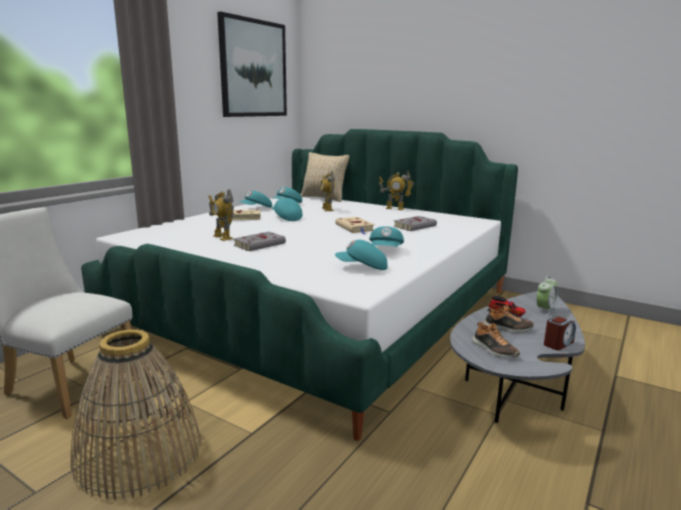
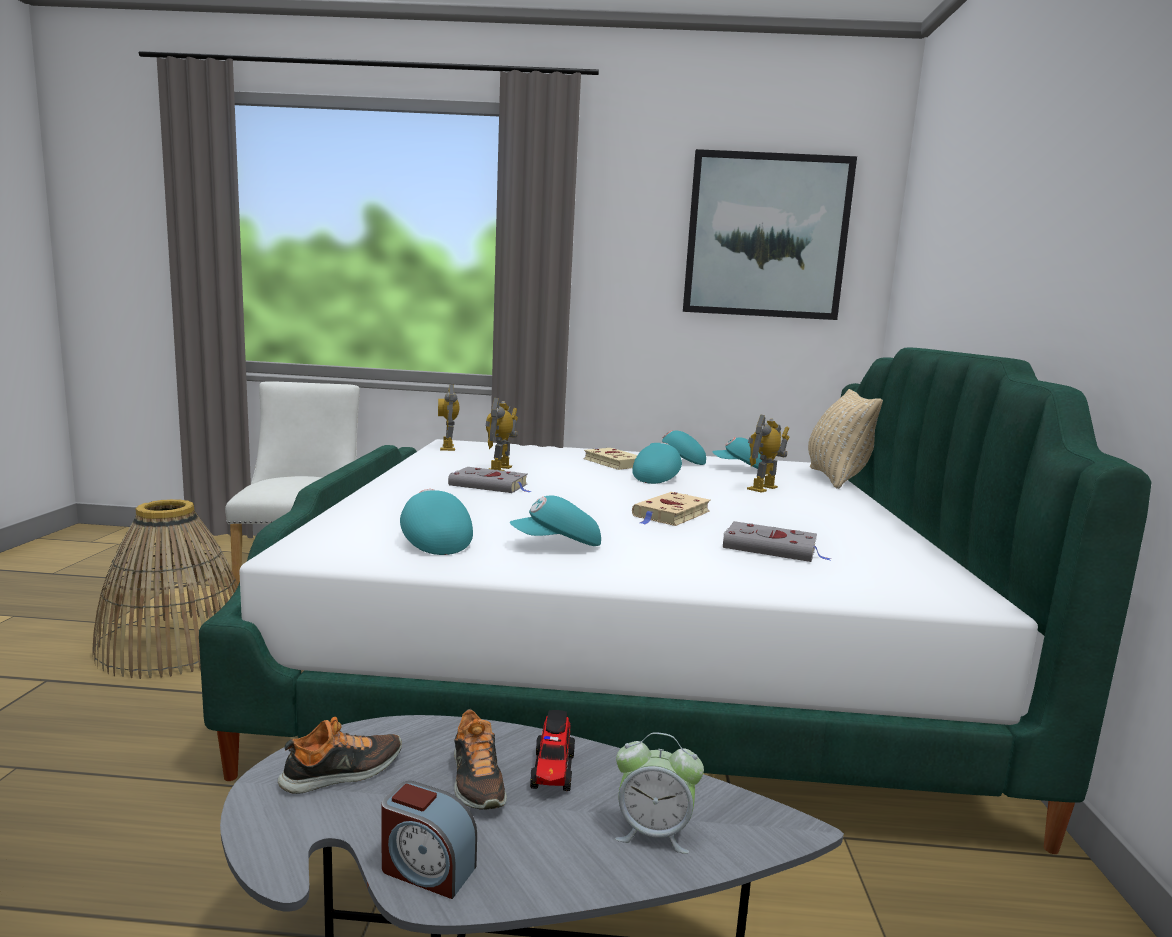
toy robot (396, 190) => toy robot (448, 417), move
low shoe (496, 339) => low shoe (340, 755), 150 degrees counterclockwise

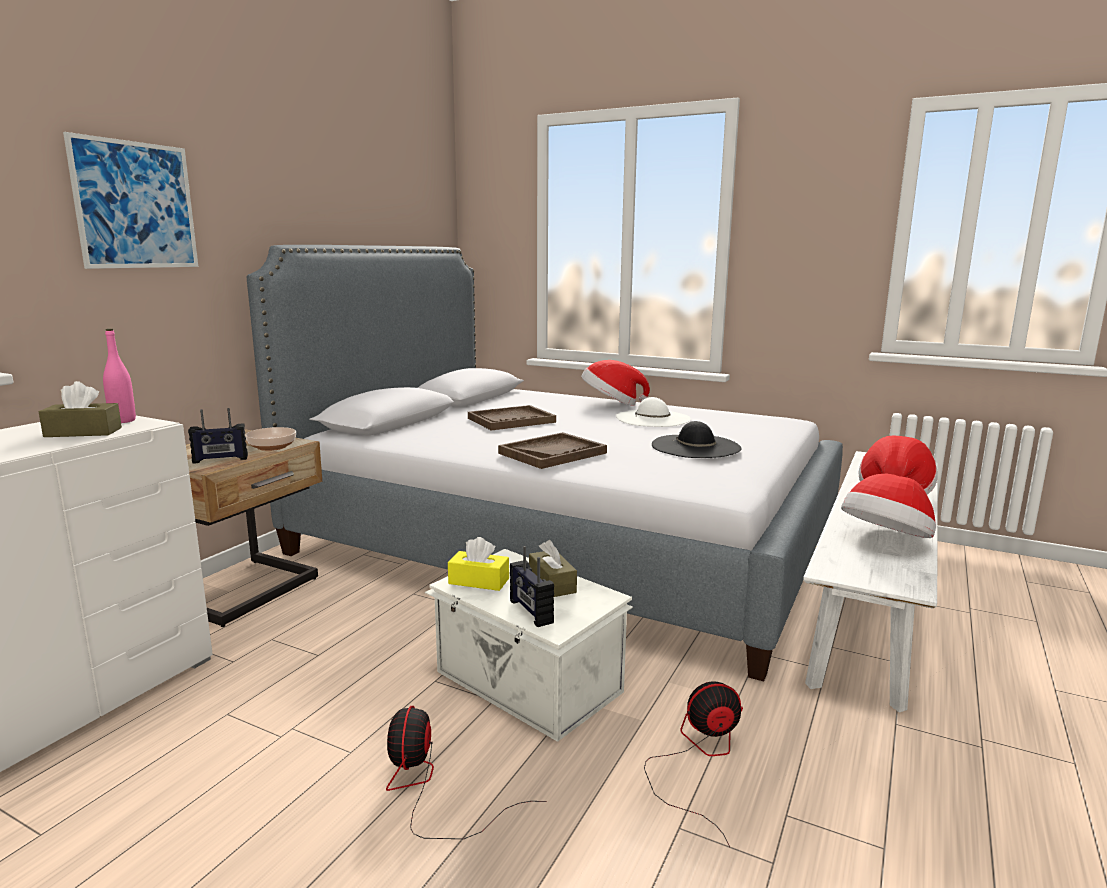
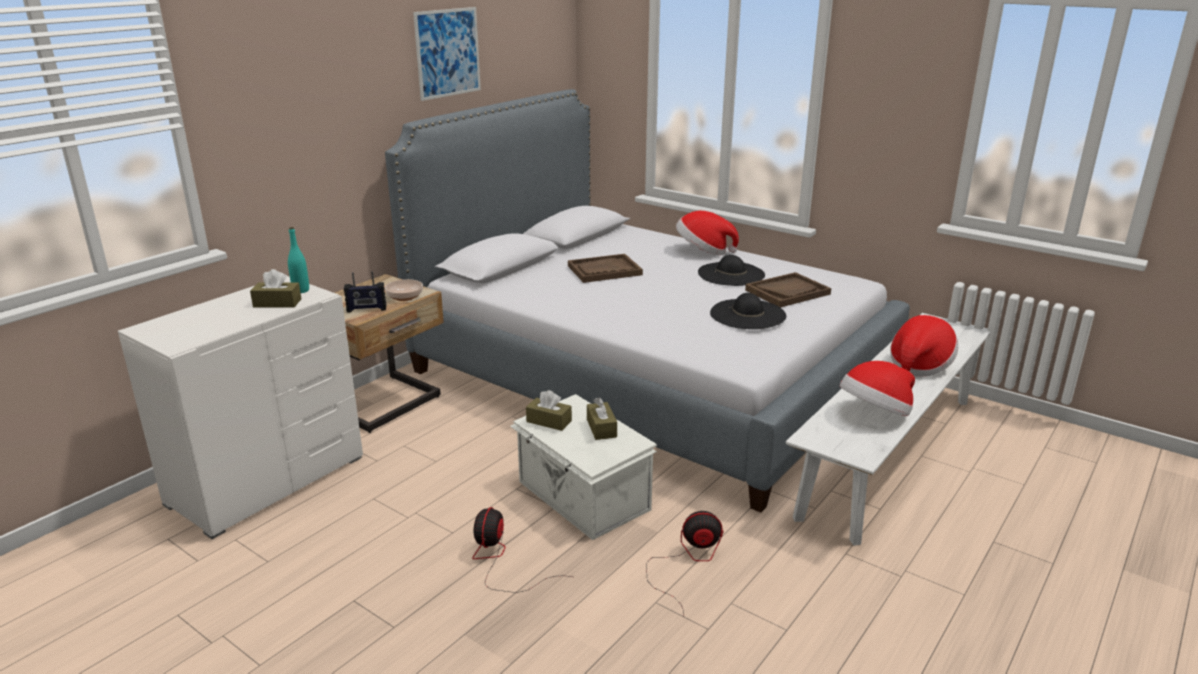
radio set (532, 586) => nothing
wall picture (130, 200) => wall picture (447, 54), move
serving tray (brown-coloured) (552, 450) => serving tray (brown-coloured) (788, 290), move
drink bottle (pink-coloured) (119, 376) => drink bottle (blue-green) (298, 260)
tissue box (yellow-coloured) (478, 564) => tissue box (brown-coloured) (549, 410)
hat (whitish) (653, 412) => hat (black) (731, 270)

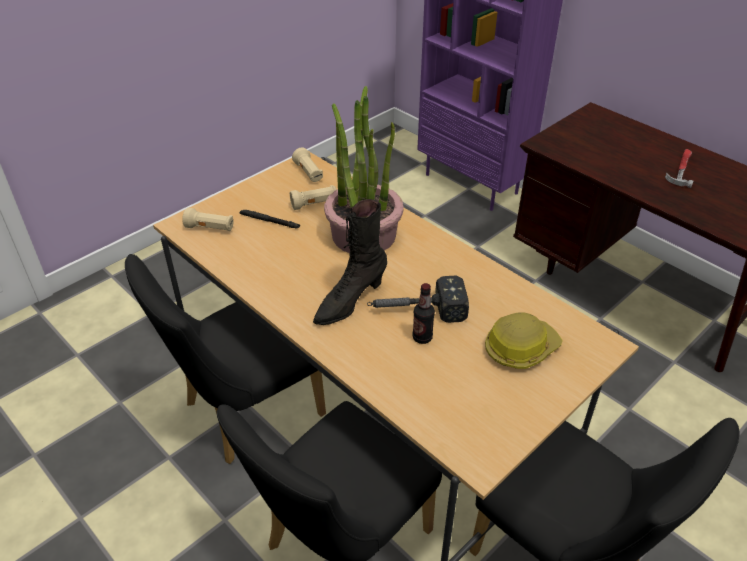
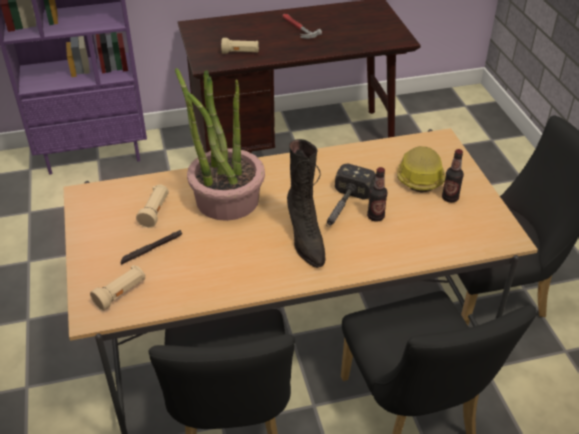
nothing => drink bottle (453, 176)
torch (beige) (307, 165) => torch (beige) (240, 46), move

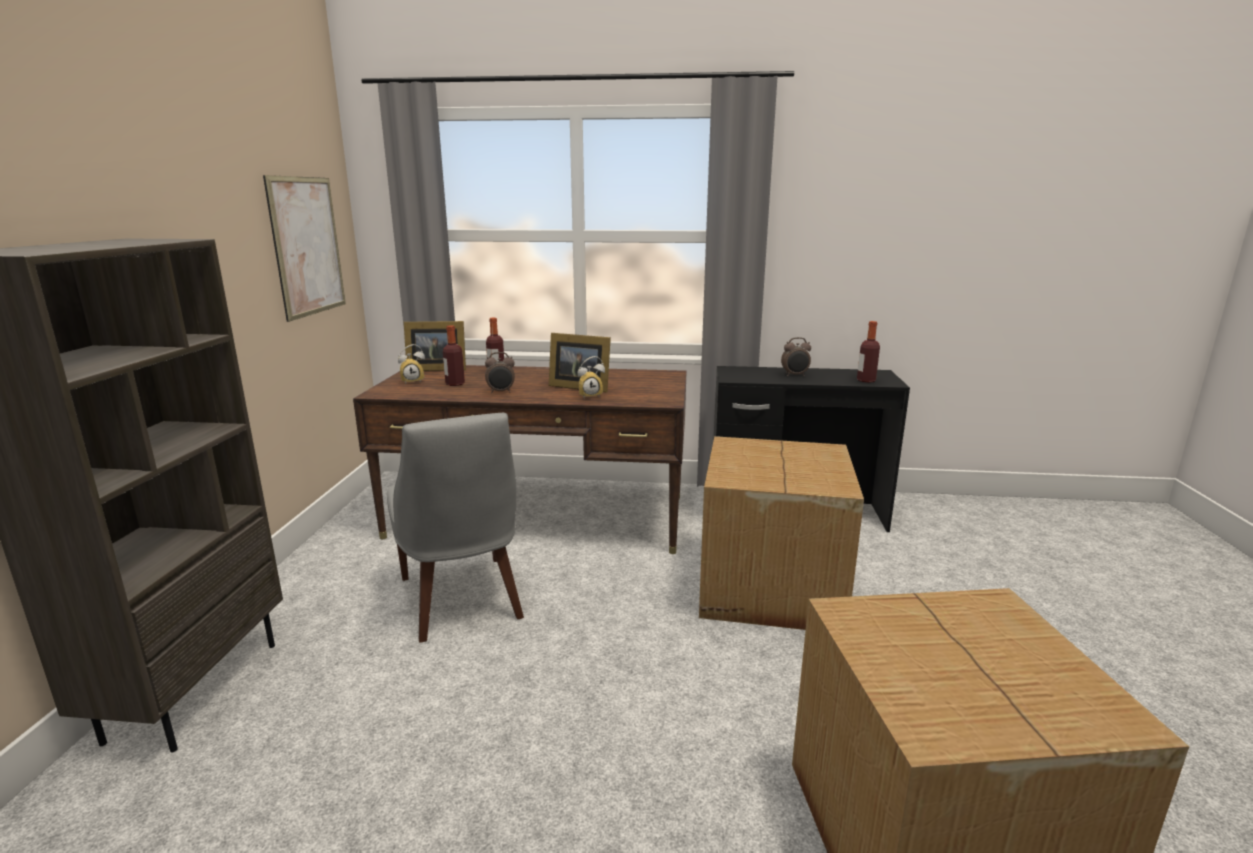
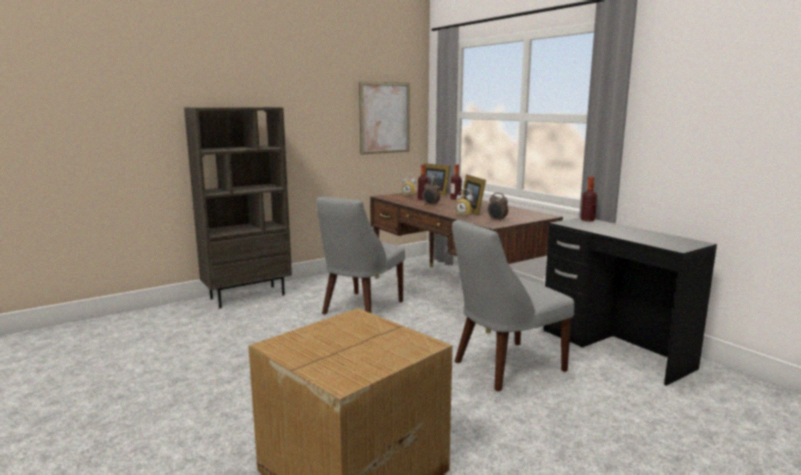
table clock (796, 356) => table clock (498, 207), move
drink bottle (868, 352) => drink bottle (589, 199), move
packing box (781, 533) => upright chair (greyish) (513, 306)

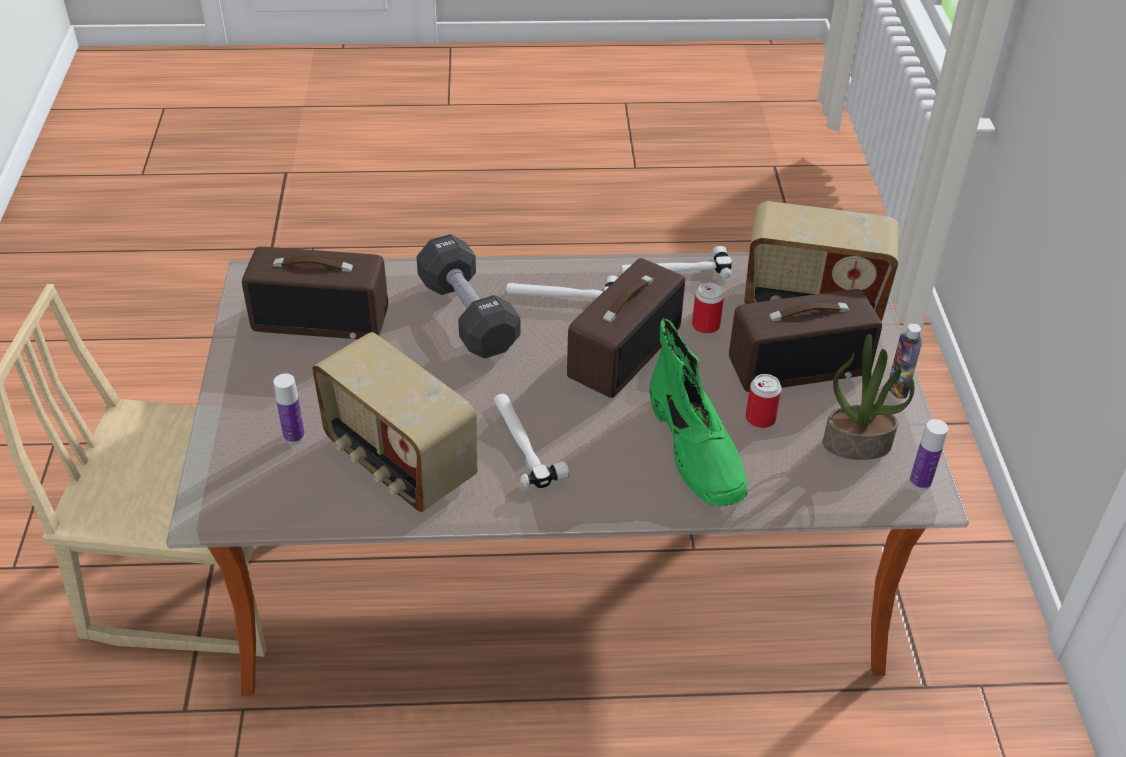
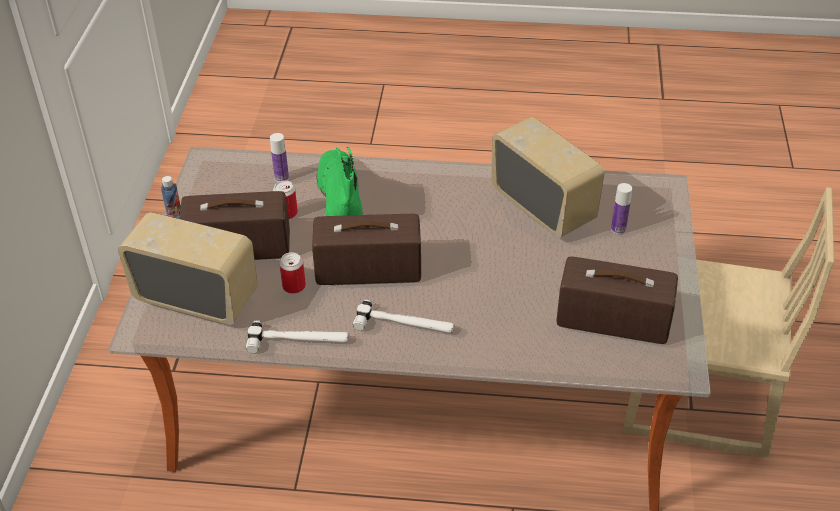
free weight (black) (468, 296) => nothing
tool hammer (531, 441) => nothing
plant in a pot (869, 397) => nothing
drink bottle (929, 454) => drink bottle (279, 157), move
radio set (626, 328) => radio set (366, 249), 45 degrees clockwise

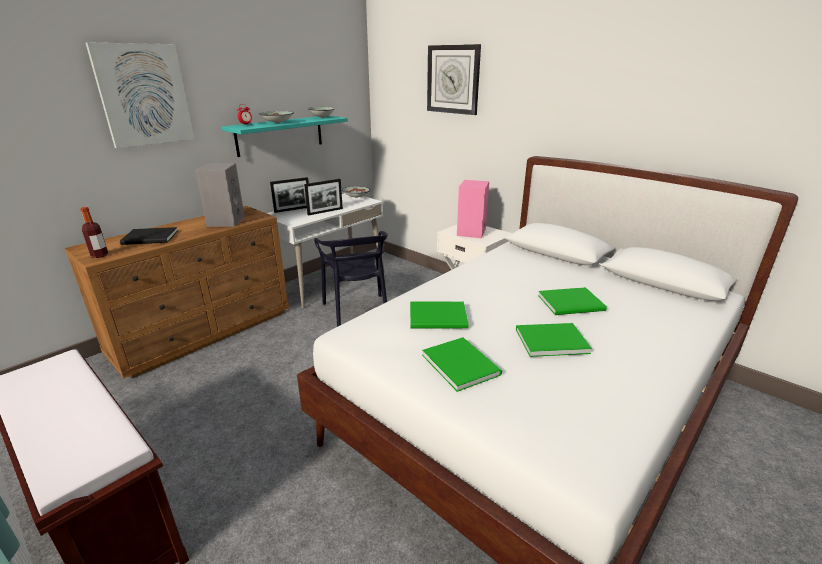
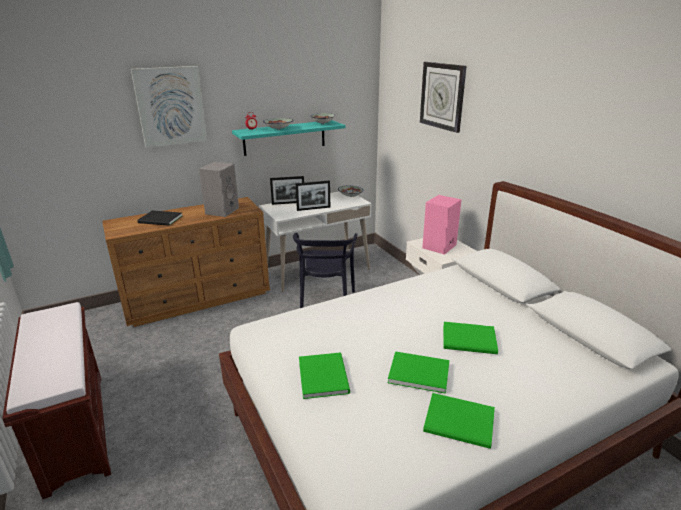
drink bottle (94, 232) => nothing
bound book (green-coloured) (439, 315) => bound book (green-coloured) (459, 421), move

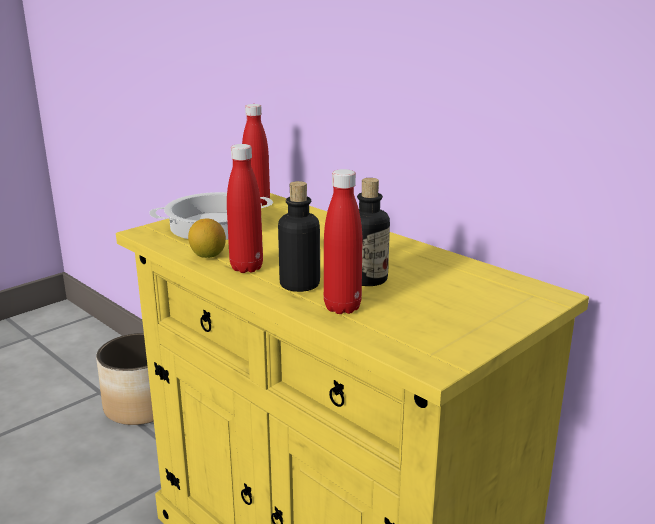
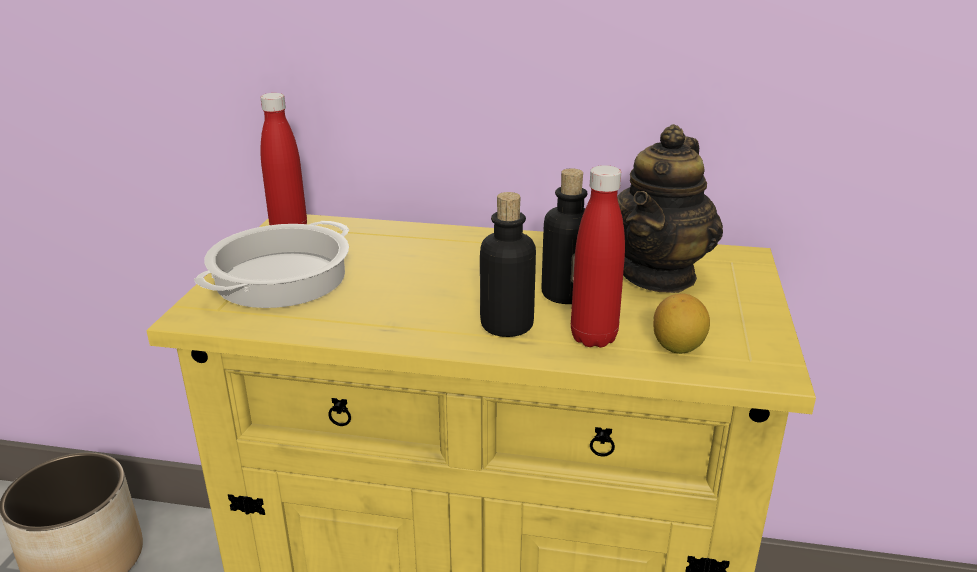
drink bottle (red-coloured) (245, 208) => nothing
nothing => tea pot (670, 208)
lemon (207, 238) => lemon (681, 323), move

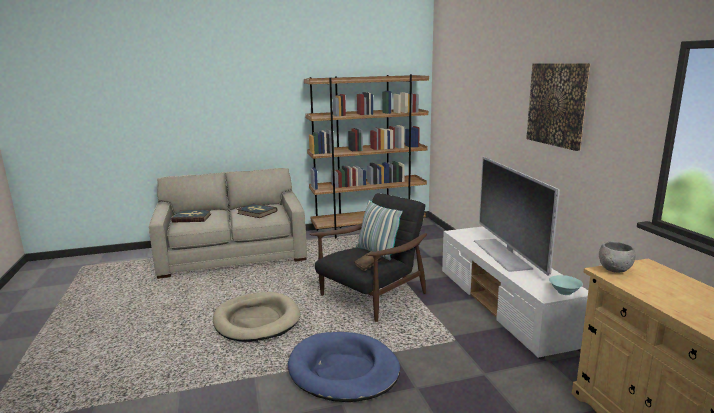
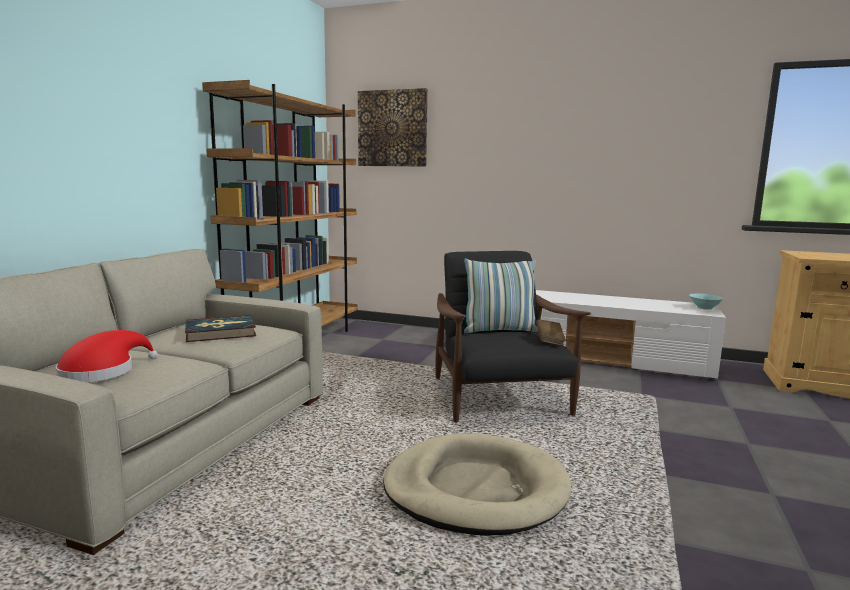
dog bed (blue-coloured) (344, 367) => nothing
television (517, 216) => nothing
deep dish (greyish) (617, 257) => nothing
wall picture (558, 107) => wall picture (393, 127), move
bound book (191, 216) => hat (red-coloured) (107, 356)

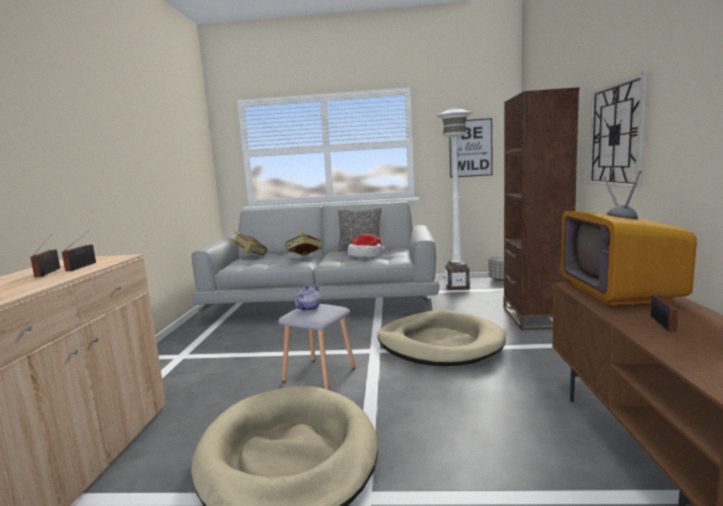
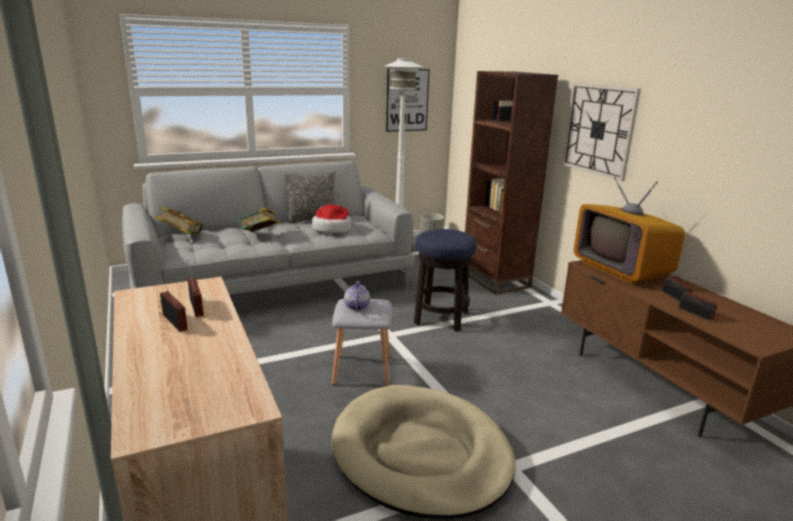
nothing => radio set (701, 306)
dog bed (beige) (441, 338) => stool seat (445, 280)

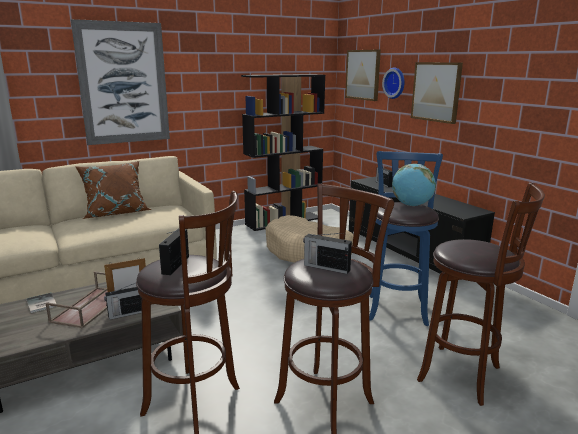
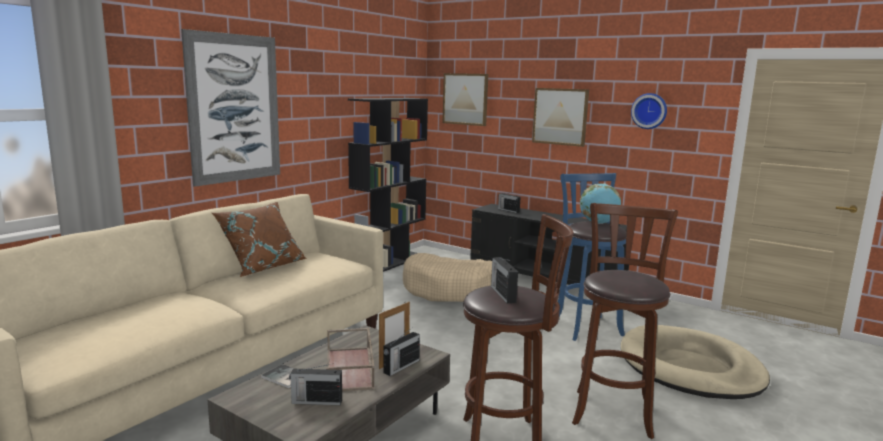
radio set (327, 253) => radio set (315, 384), move
hanging clock (393, 83) => hanging clock (649, 111), move
stool seat (brown-coloured) (481, 294) => dog bed (beige) (695, 362)

